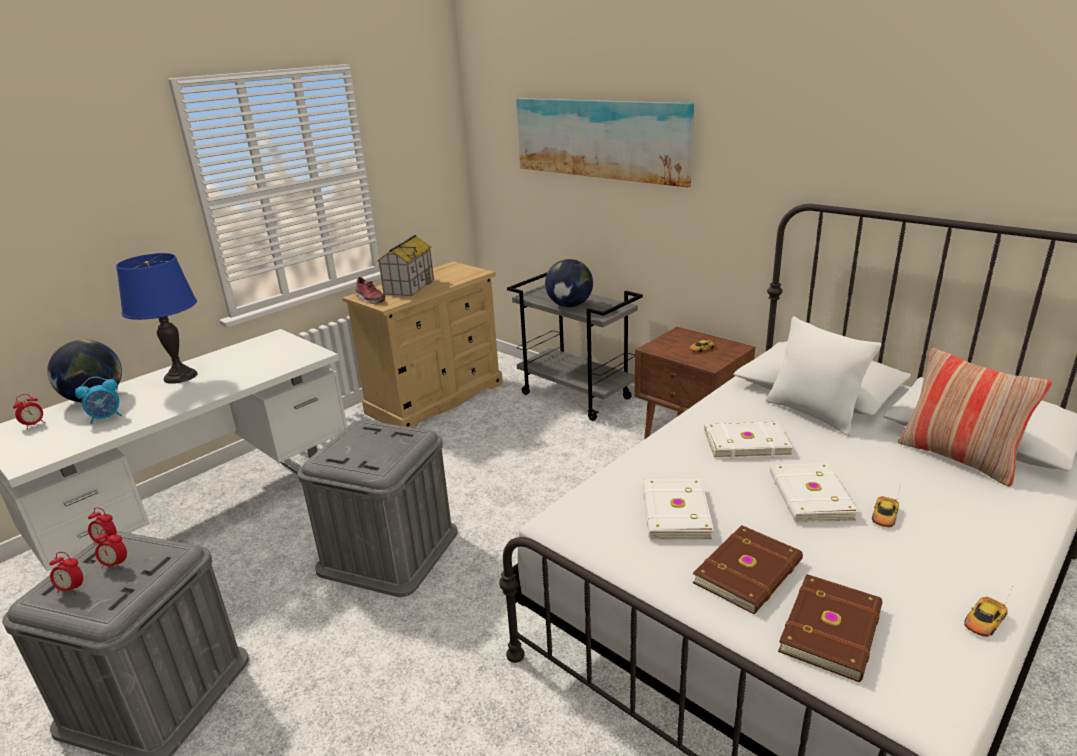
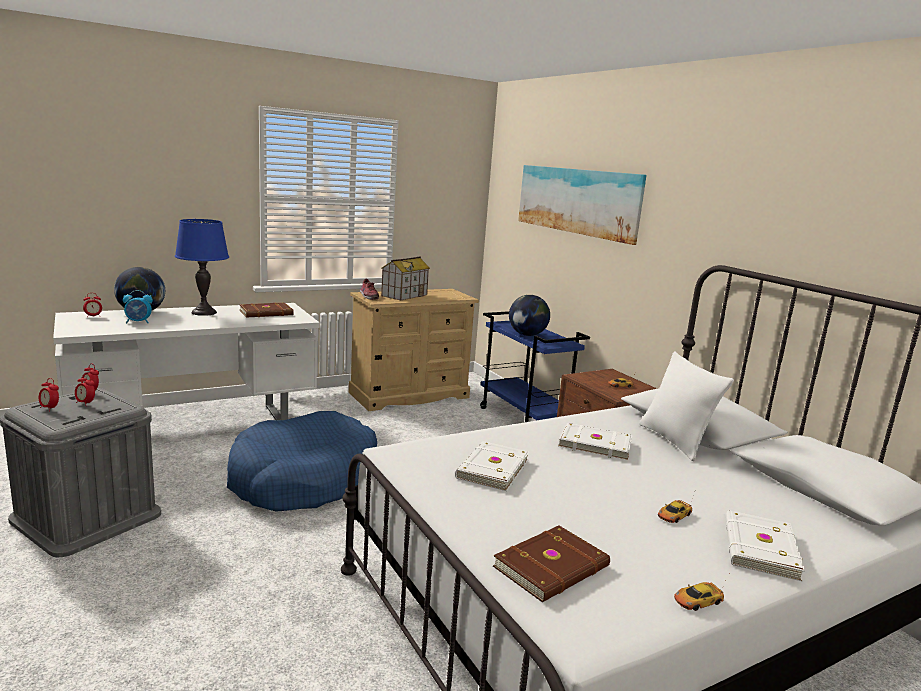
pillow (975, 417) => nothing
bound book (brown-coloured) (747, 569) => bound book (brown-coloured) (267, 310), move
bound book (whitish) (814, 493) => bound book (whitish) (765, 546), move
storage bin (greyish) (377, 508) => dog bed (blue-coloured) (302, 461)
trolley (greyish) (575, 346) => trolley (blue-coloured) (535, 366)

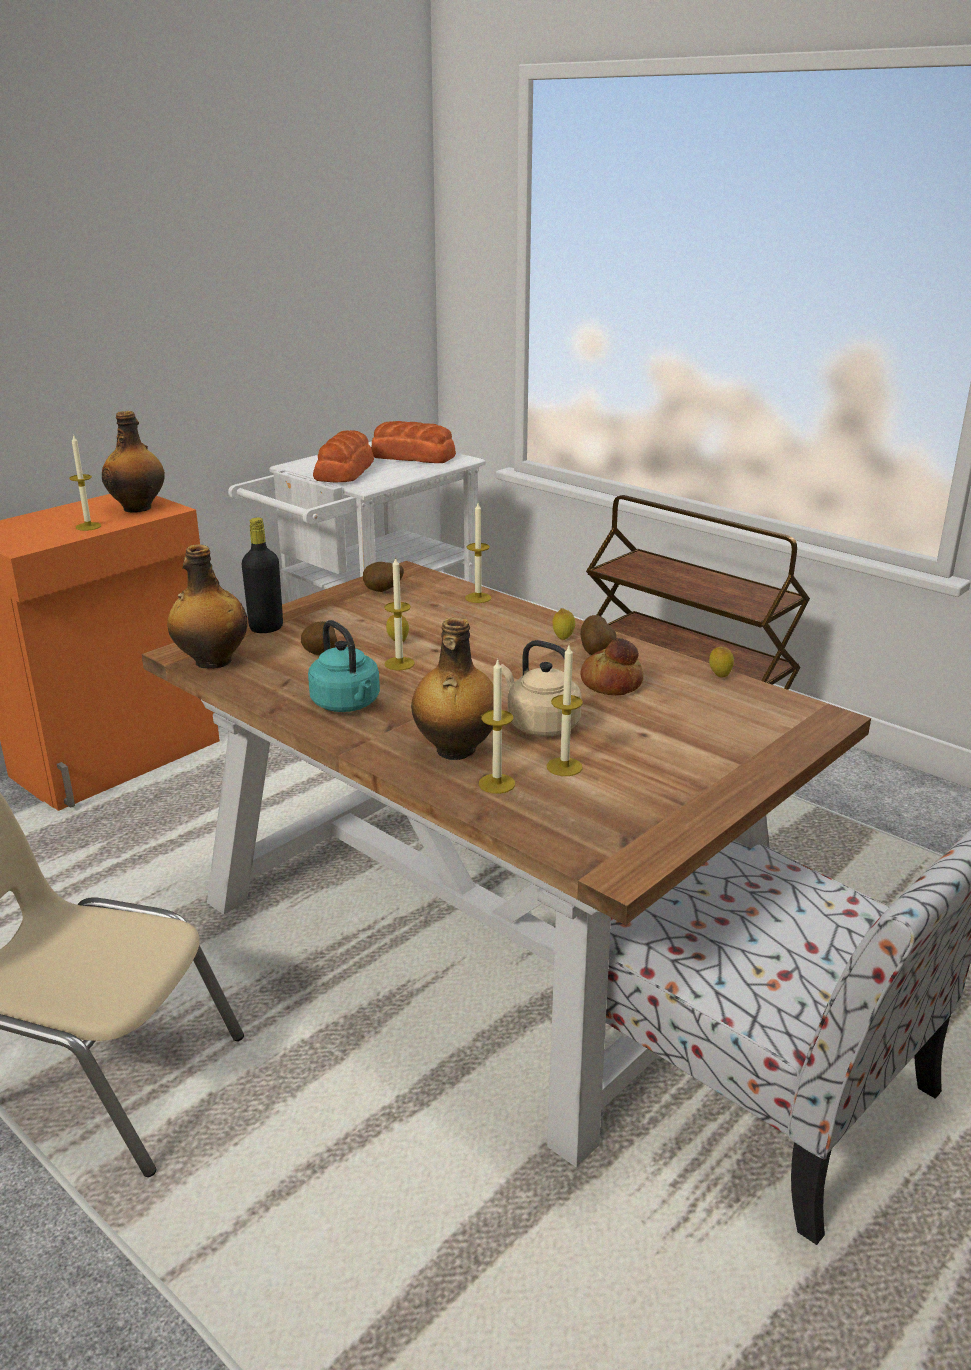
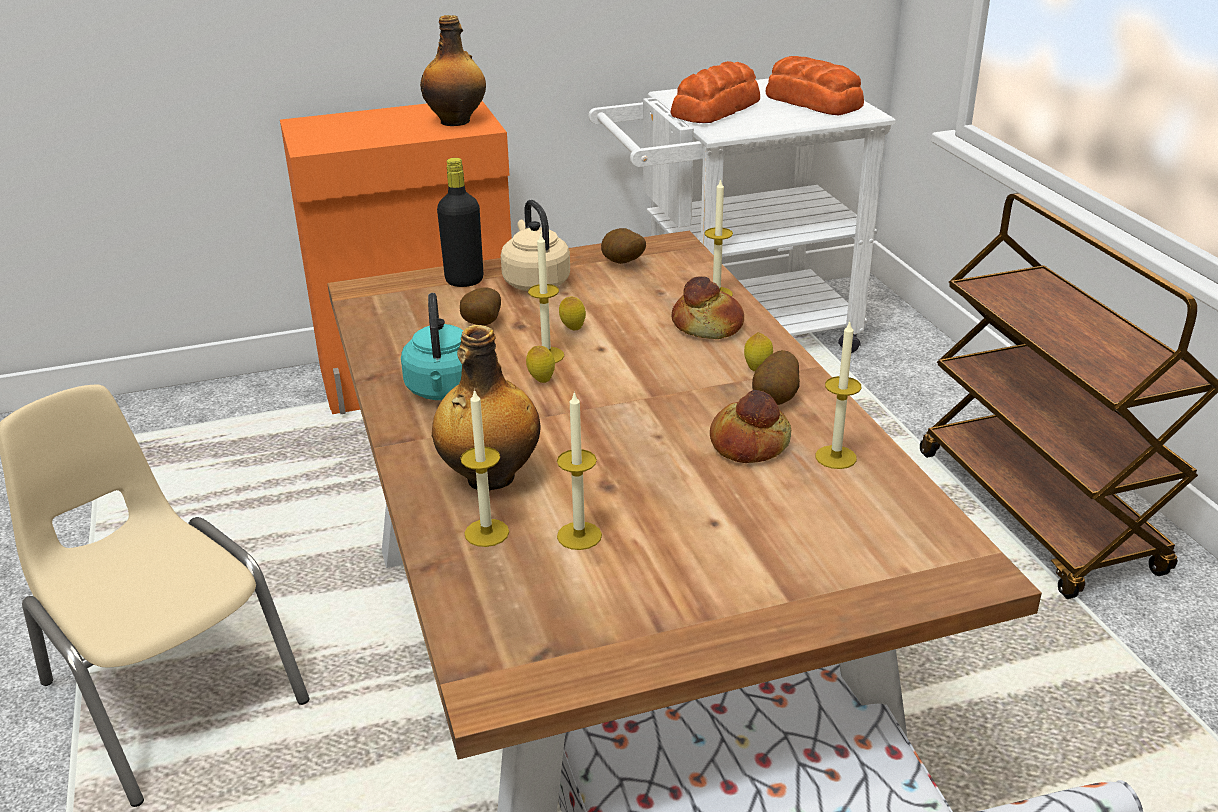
drink bottle (207, 606) => nothing
nothing => bakery bread (707, 307)
candle (85, 482) => candle (838, 394), move
tea kettle (beige) (541, 688) => tea kettle (beige) (535, 245), move
lemon (721, 662) => lemon (540, 364), move

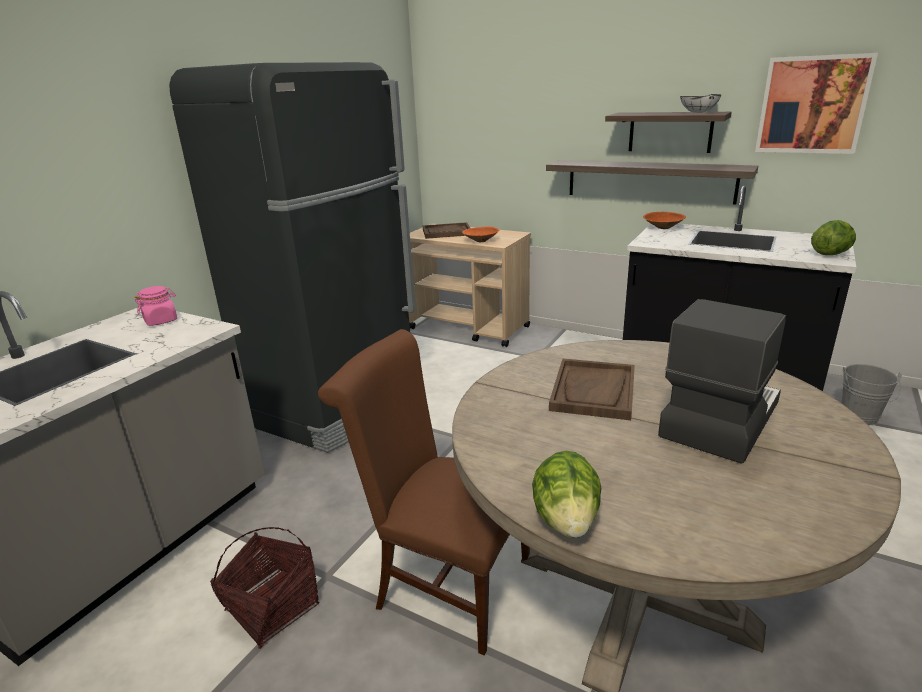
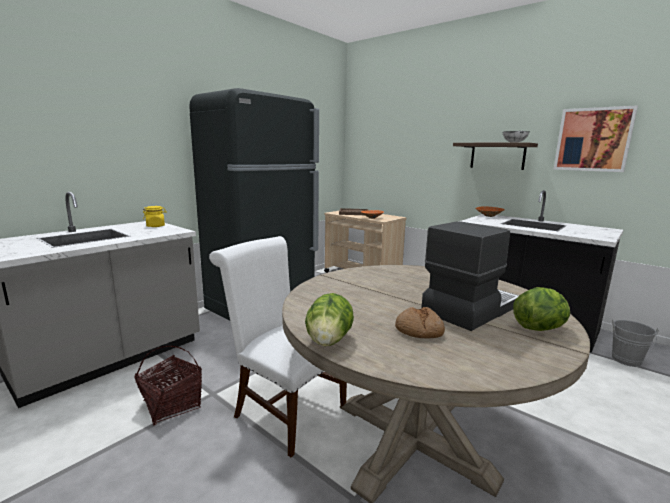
wall shelf (652, 182) => nothing
serving tray (brown-coloured) (592, 389) => nothing
nothing => bakery bread (420, 322)
lettuce head (833, 237) => lettuce head (541, 309), move
preserve jar (pink-coloured) (156, 306) => preserve jar (yellow-coloured) (155, 216)
upright chair (brown-coloured) (424, 492) => upright chair (whitish) (278, 346)

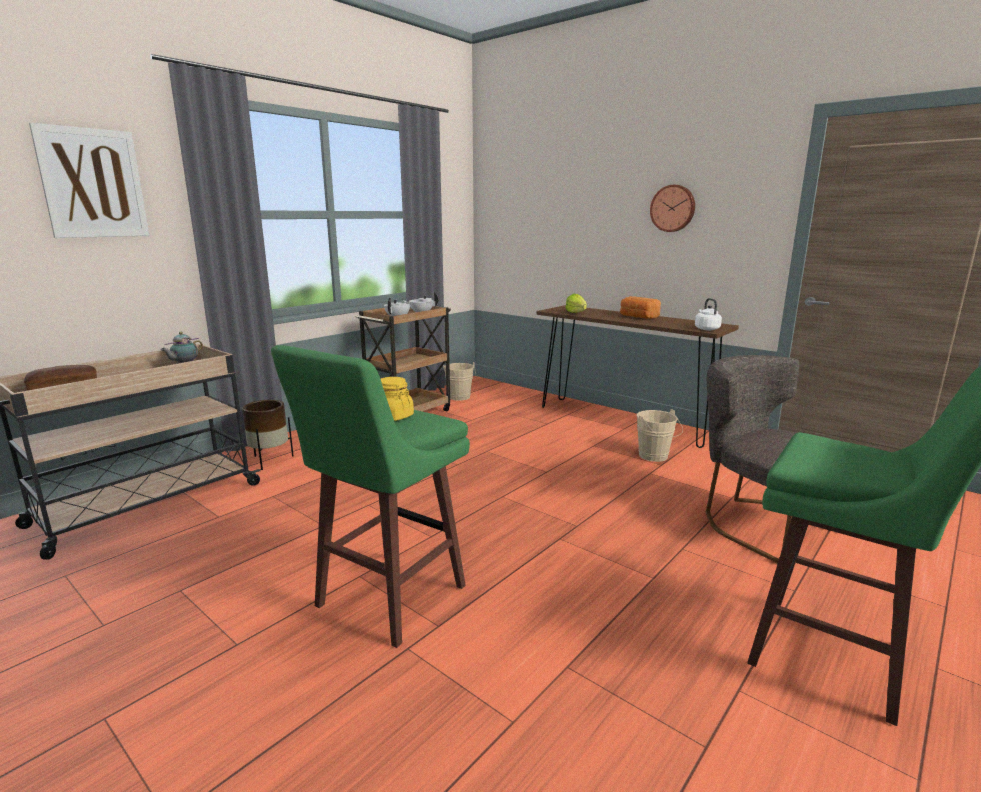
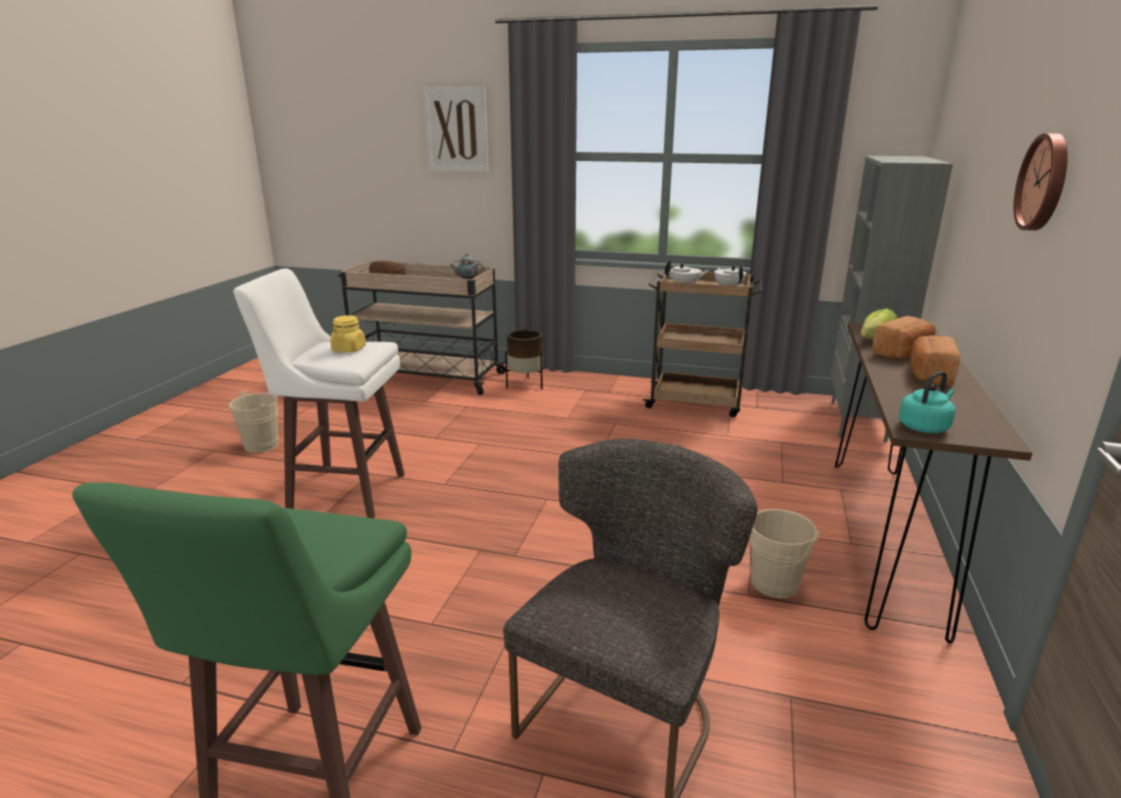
nothing => shelving unit (greyish) (892, 299)
nothing => bakery bread (904, 337)
pail (beige) (459, 381) => pail (beige) (250, 422), move
stool seat (green-coloured) (370, 496) => stool seat (whitish) (319, 393)
tea kettle (whitish) (708, 314) => tea kettle (blue-green) (927, 402)

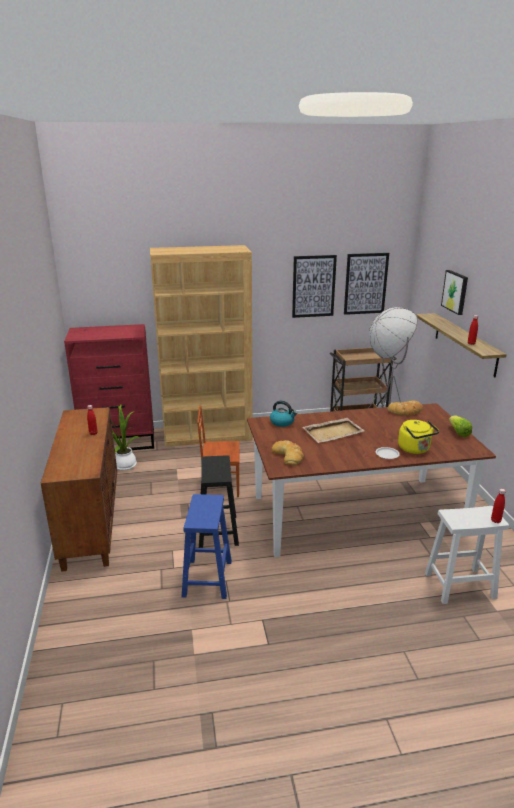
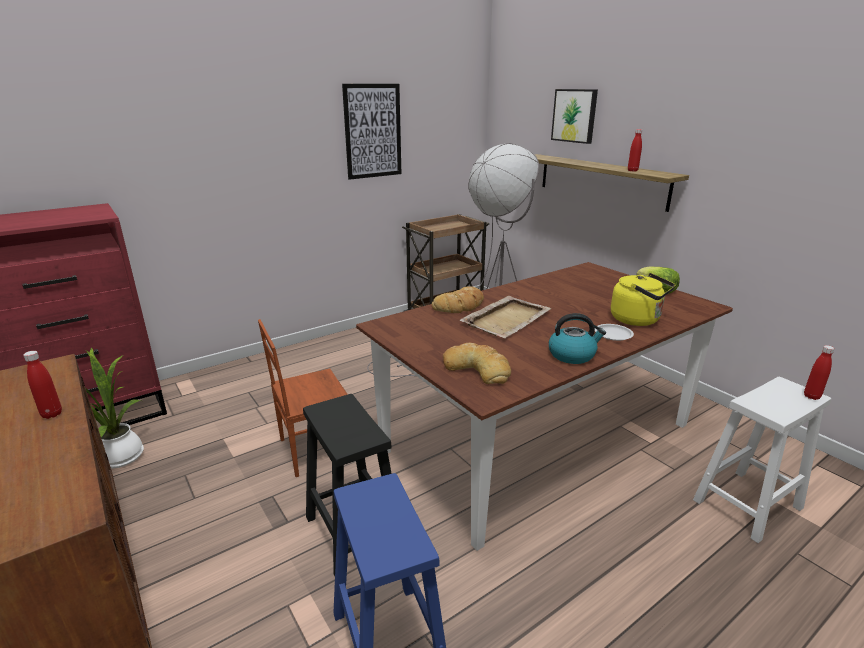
shelving unit (brown-coloured) (201, 346) => nothing
wall picture (366, 284) => nothing
tea kettle (283, 414) => tea kettle (577, 338), move
bakery bread (405, 408) => bakery bread (458, 299), move

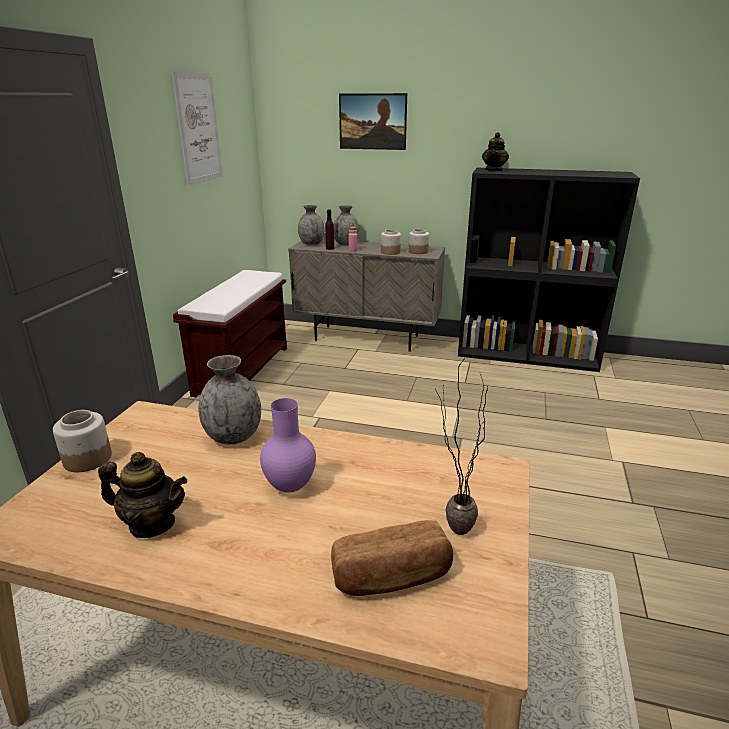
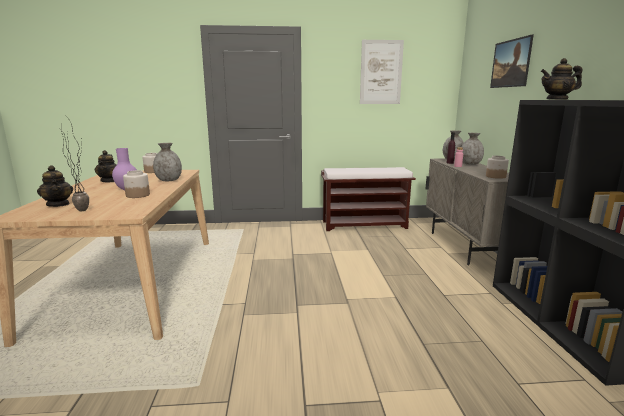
preserve jar (391, 242) => preserve jar (136, 184), move
bakery bread (392, 558) => tea pot (55, 186)

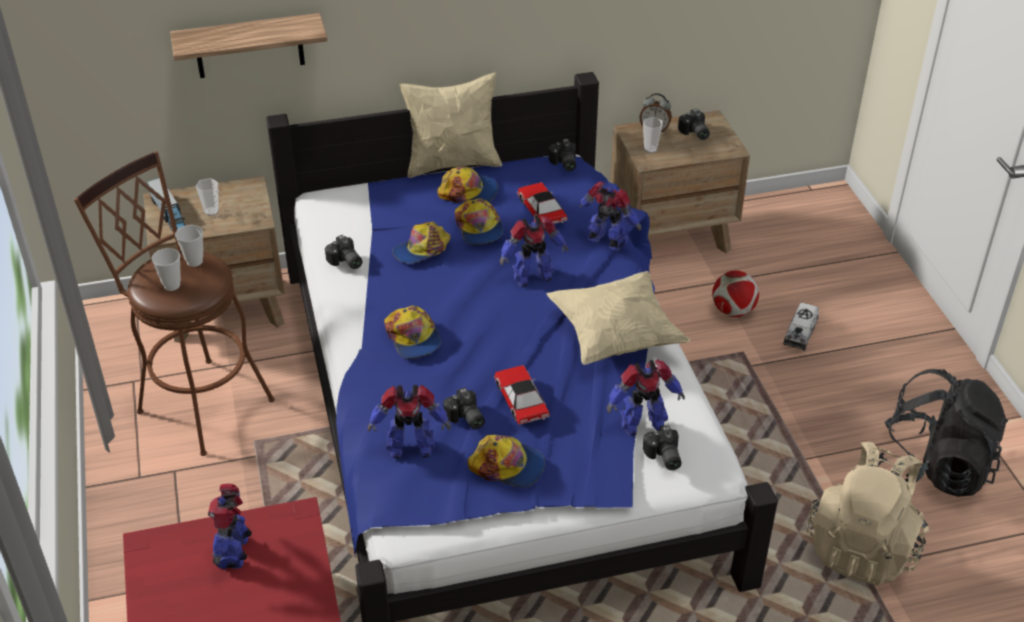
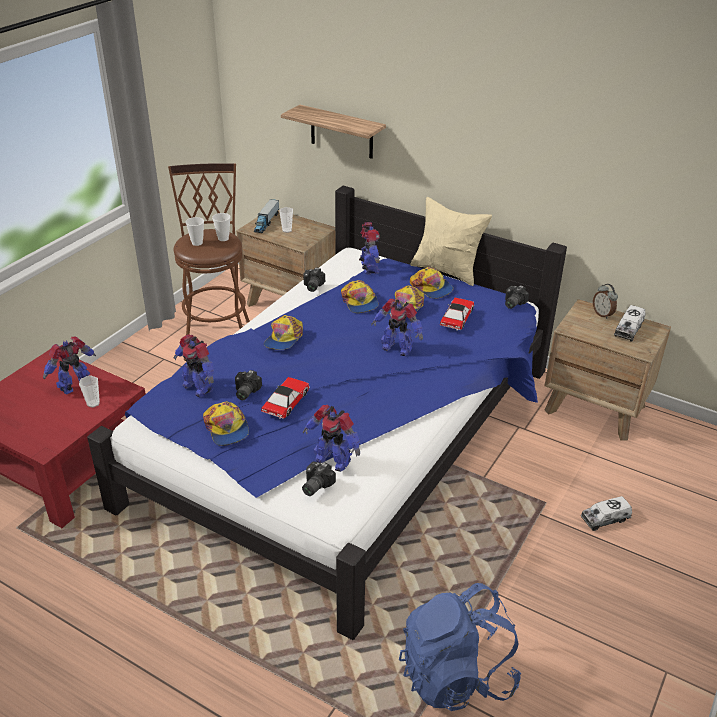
pillow (beige) (618, 318) => nothing
ball for football (735, 294) => nothing
knapsack (black) (943, 433) => nothing
toy robot (610, 216) => toy robot (369, 248), move
cup (653, 135) => cup (89, 391), move
still camera (694, 124) => toy truck (629, 323)
knapsack (beige) (868, 513) => knapsack (blue-coloured) (460, 647)
peaked cap (421, 243) => peaked cap (360, 296), 120 degrees counterclockwise

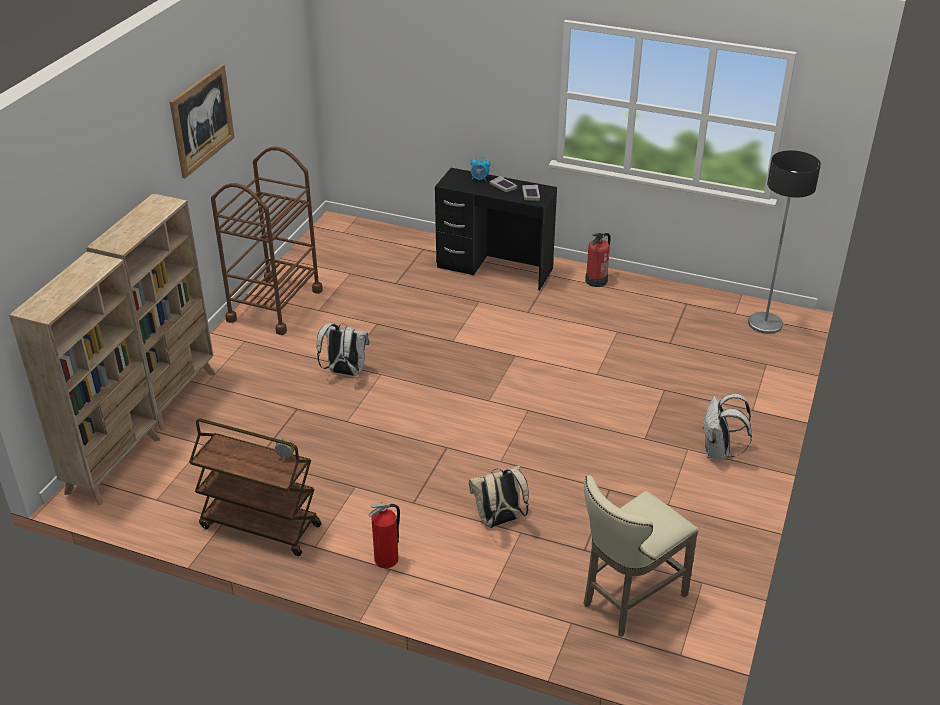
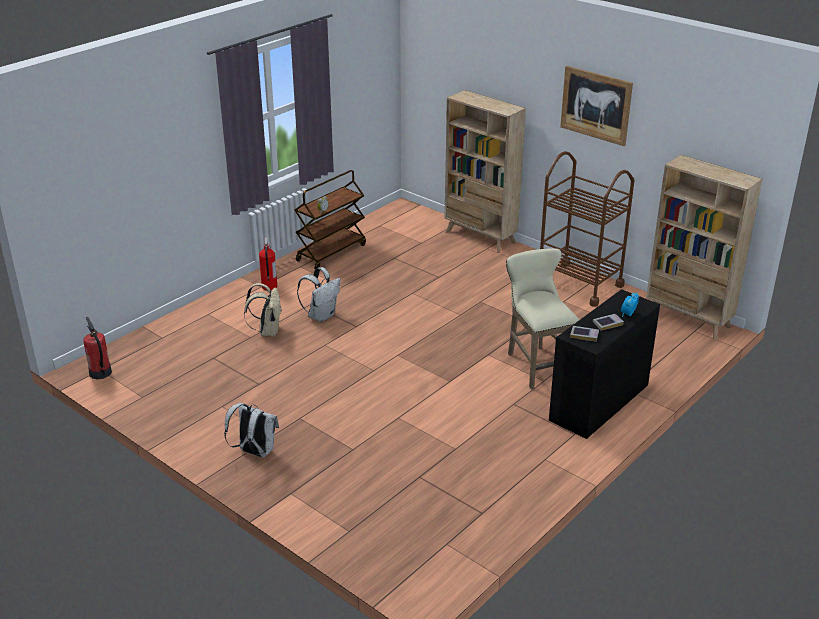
floor lamp (784, 242) => nothing
shelving unit (beige) (84, 378) => shelving unit (beige) (704, 247), move
knapsack (whitish) (343, 349) => knapsack (whitish) (319, 294), move
stool seat (beige) (640, 556) => stool seat (beige) (542, 318), move
fire-fighting cylinder (598, 260) => fire-fighting cylinder (97, 348), move

